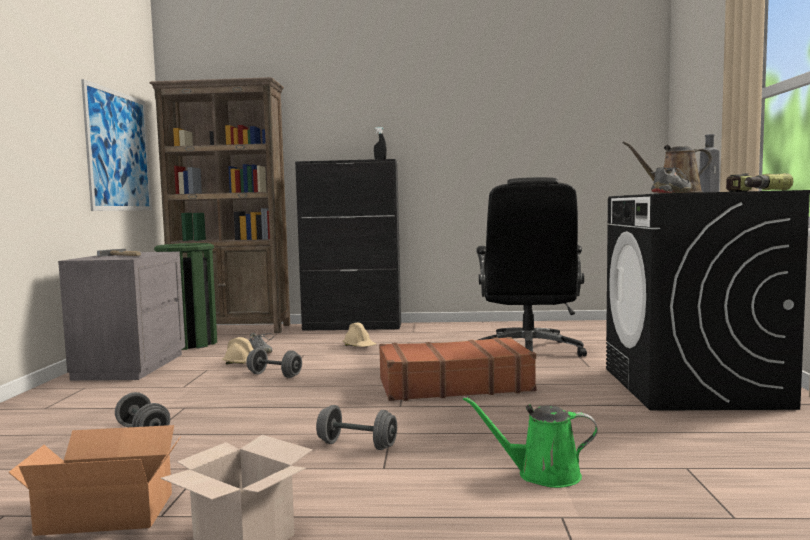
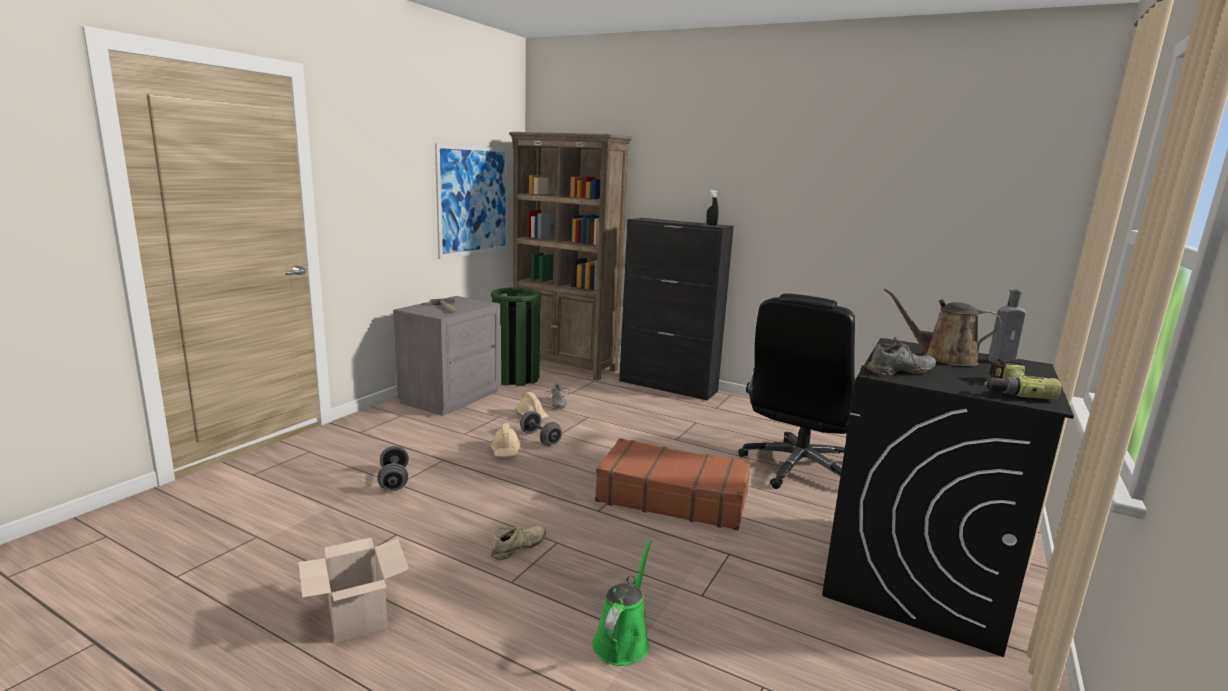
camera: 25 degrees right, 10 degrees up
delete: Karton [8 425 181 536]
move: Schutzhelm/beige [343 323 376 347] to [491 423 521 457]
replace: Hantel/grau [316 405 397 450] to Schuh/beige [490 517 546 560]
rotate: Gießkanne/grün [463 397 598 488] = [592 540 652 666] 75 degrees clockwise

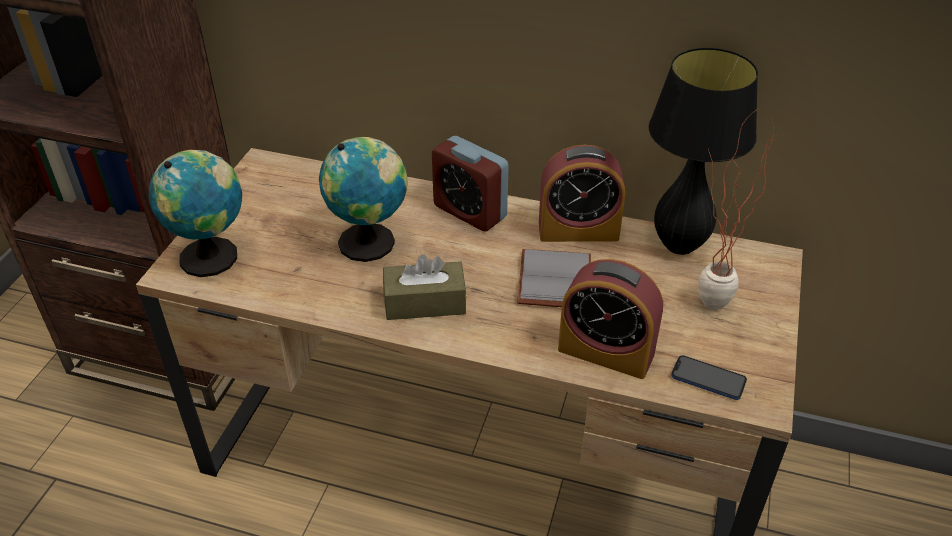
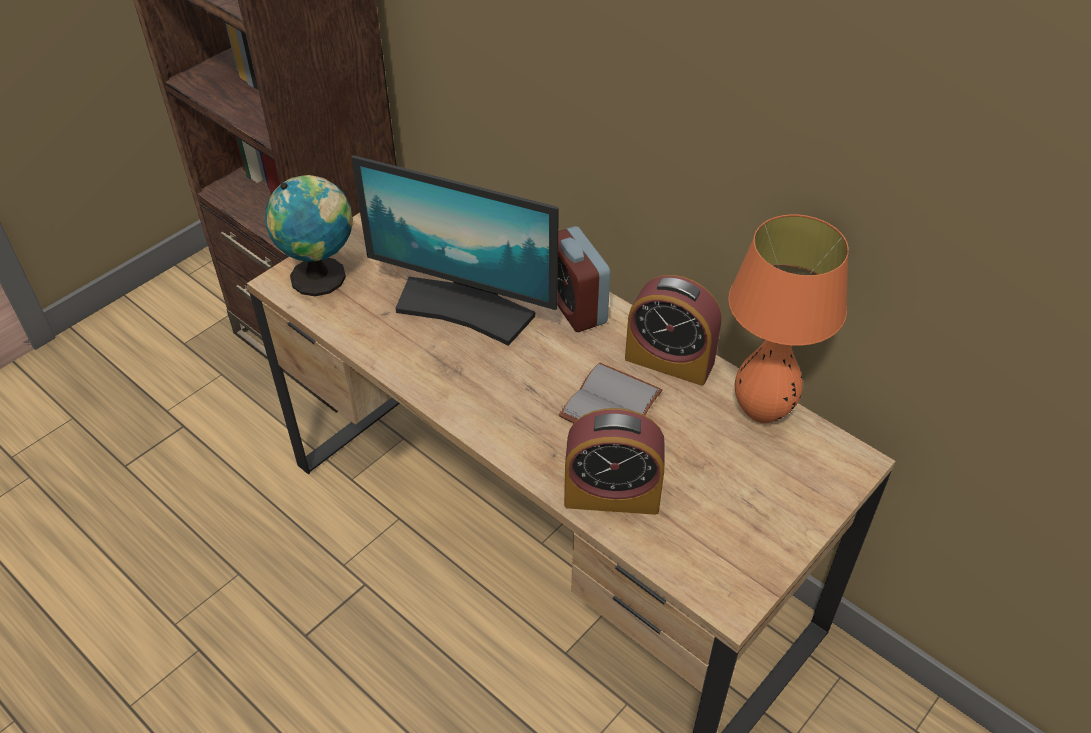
camera: 25 degrees right, 5 degrees up
delete: Taschentuchbox/braun [383 254 466 320]; Handy [671 355 747 400]; Topfpflanze [698 109 778 310]
replace: Globus [319 137 408 262] to Monitor [351 155 559 346]
recolor: Tischlampe/schwarz [649 48 758 255] to Tischlampe/orange [728 214 849 423]
rotate: Wecker [558 259 663 379] = [564 408 665 515] 45 degrees counterclockwise

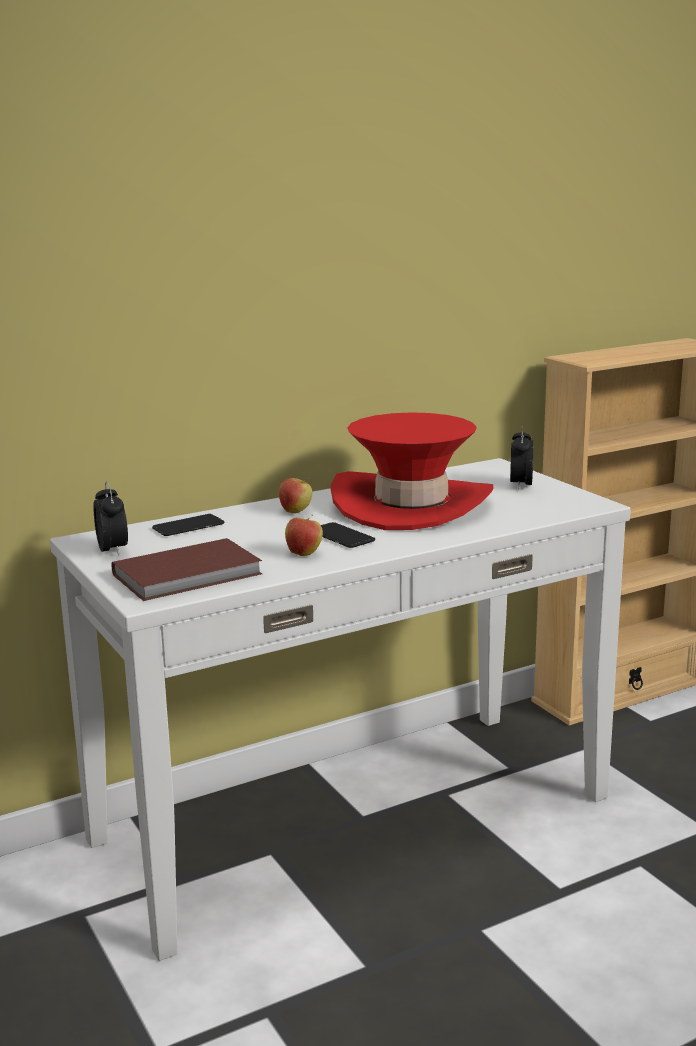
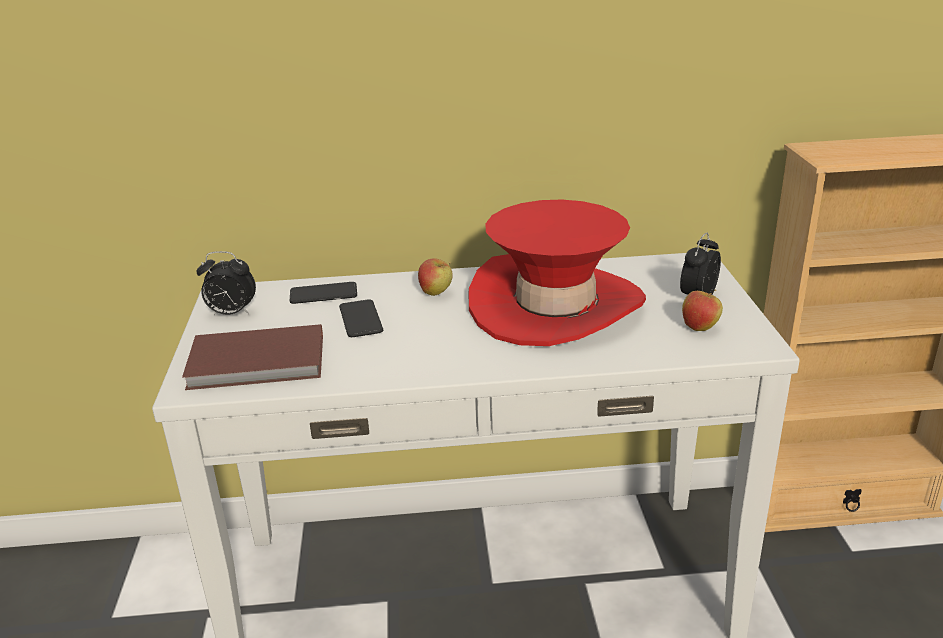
camera: 25 degrees right, 10 degrees up
move: Handy [321 522 375 548] to [339 299 383 337]; Apfel [285 514 323 556] to [682 289 723 331]
rotate: Wecker [93 482 128 556] = [197 251 256 315] 90 degrees clockwise

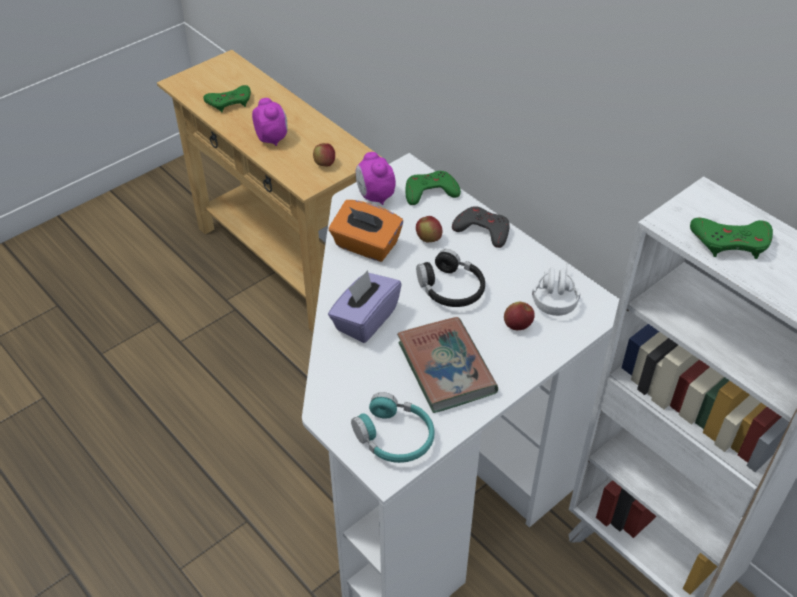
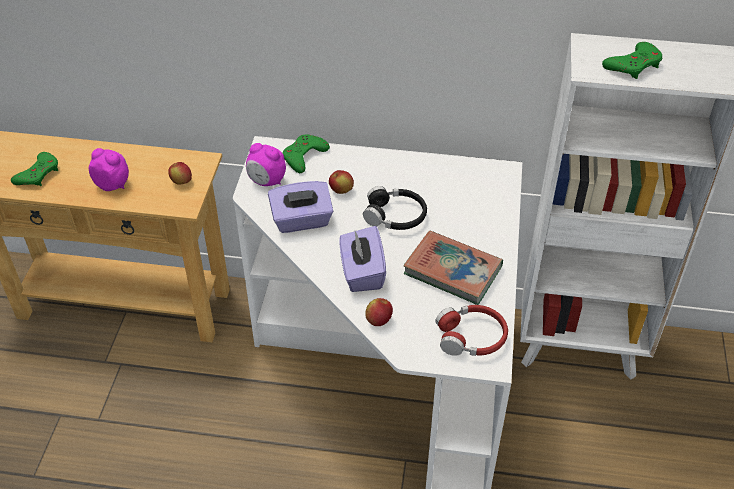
camera: 40 degrees left, 0 degrees up
delete: Gamepad/grau [452 206 510 248]; Kopfhörer/weiß [532 262 580 316]
move: Apfel [504 302 535 330] to [365 298 393 326]
recolor: Taschentuchbox/orange [329 200 403 262] to Taschentuchbox/lila [268 181 333 233]; Kopfhörer/türkis [351 392 435 463] to Kopfhörer/rot [435 305 508 356]

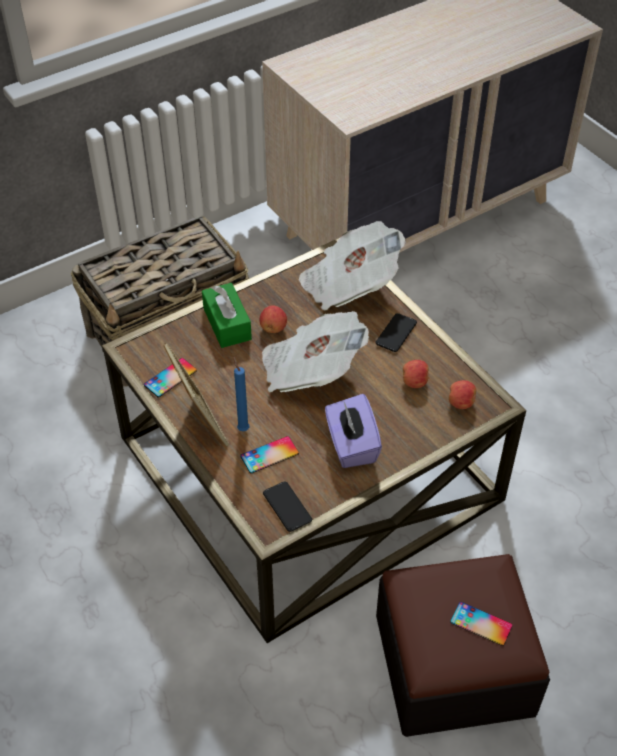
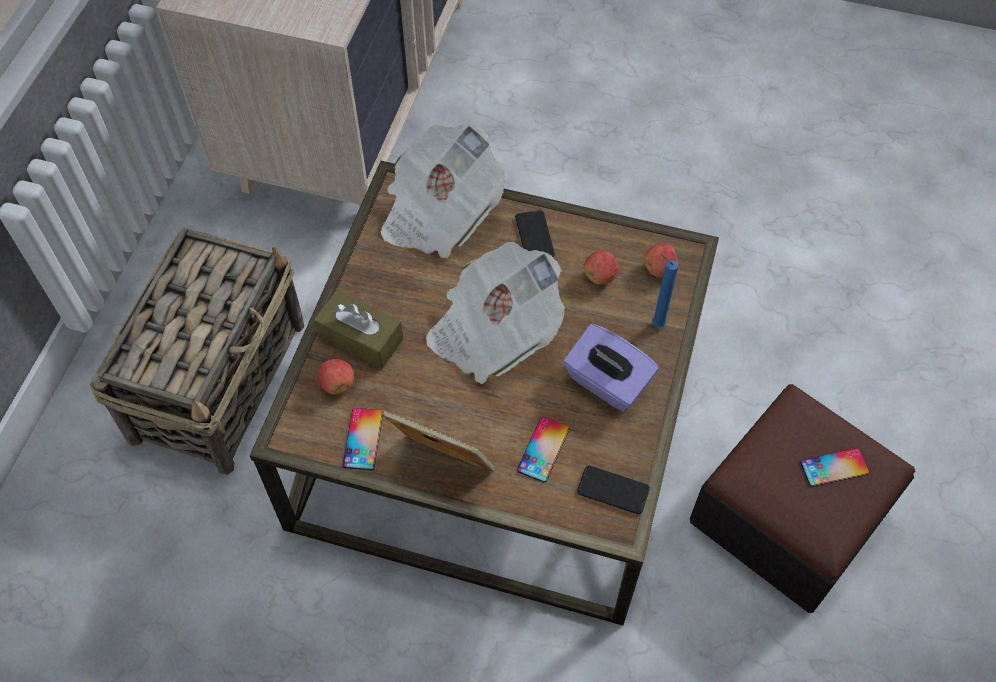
camera: 40 degrees left, 10 degrees up
move: Apfel [260 305 287 333] to [317 359 354 395]; Kerze/blau [233 357 249 431] to [652 254 678 328]
recolor: Taschentuchbox/grün [202 283 252 348] to Taschentuchbox/braun [314 290 403 369]

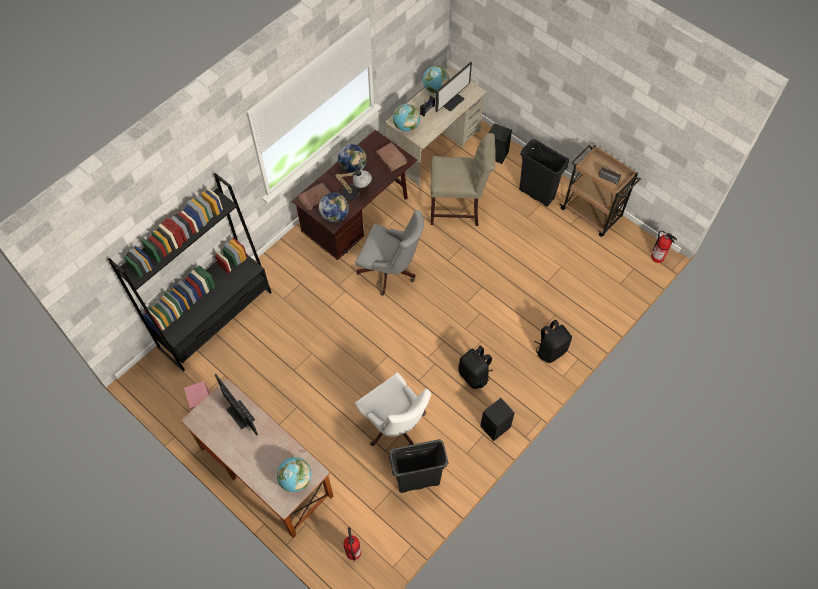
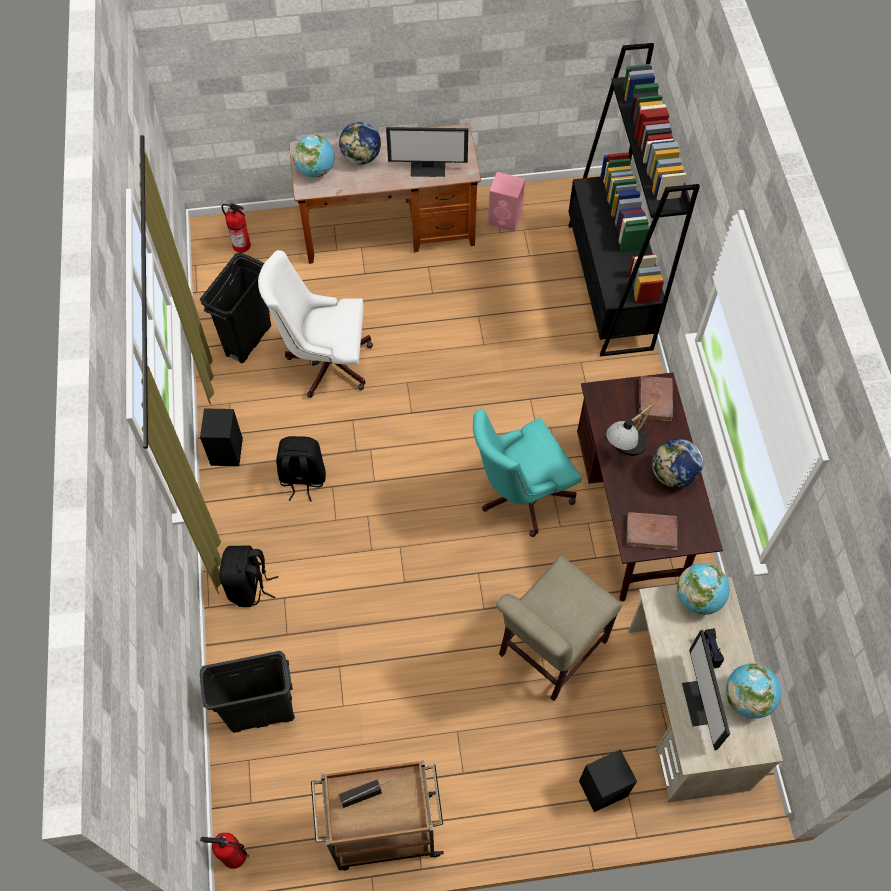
camera: 130 degrees right, 0 degrees up
move: Mülleimer/schwarz [519 139 569 207] to [200 651 295 733]; Globus [319 193 349 222] to [339 121 381 165]
recolor: Bürostuhl/grau [356 210 424 296] to Bürostuhl/türkis [473 409 582 537]

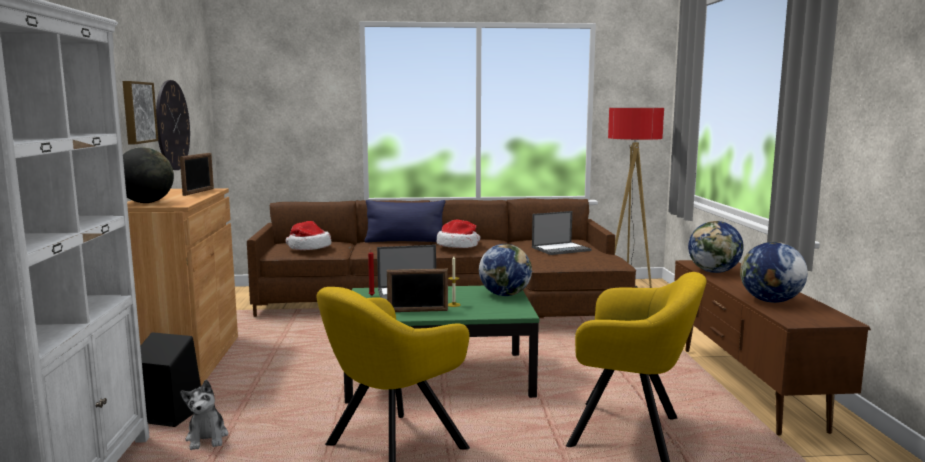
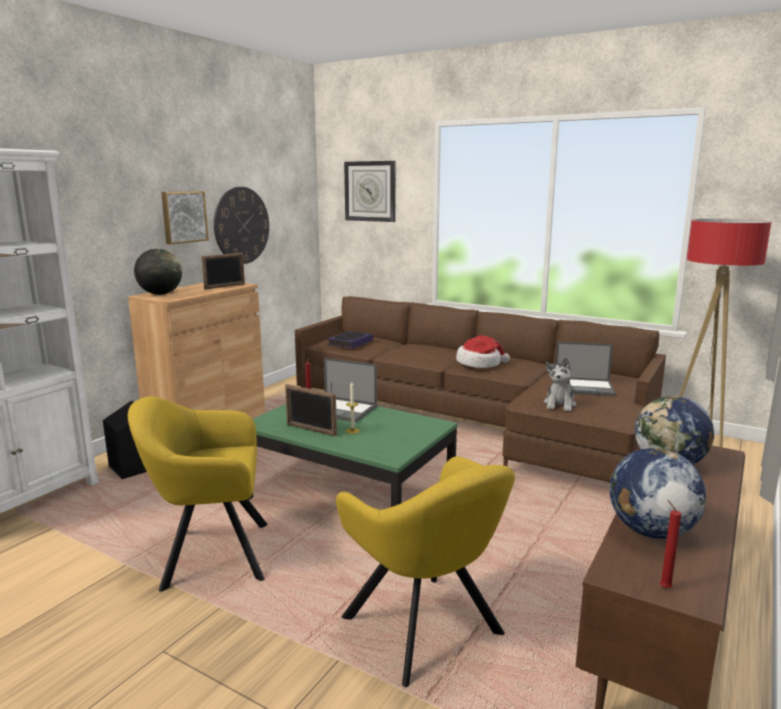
camera: 35 degrees right, 5 degrees up
delete: Kissen/blau [365 200 446 243]; Globus [479 244 532 296]
insert: Wanduhr [344 161 395 222]; Kerze/rot [660 500 681 589]
move: Plüschtier [180 380 229 450] to [544 357 576 411]
replace: Hut [285 221 331 250] to Buch [328 331 373 349]

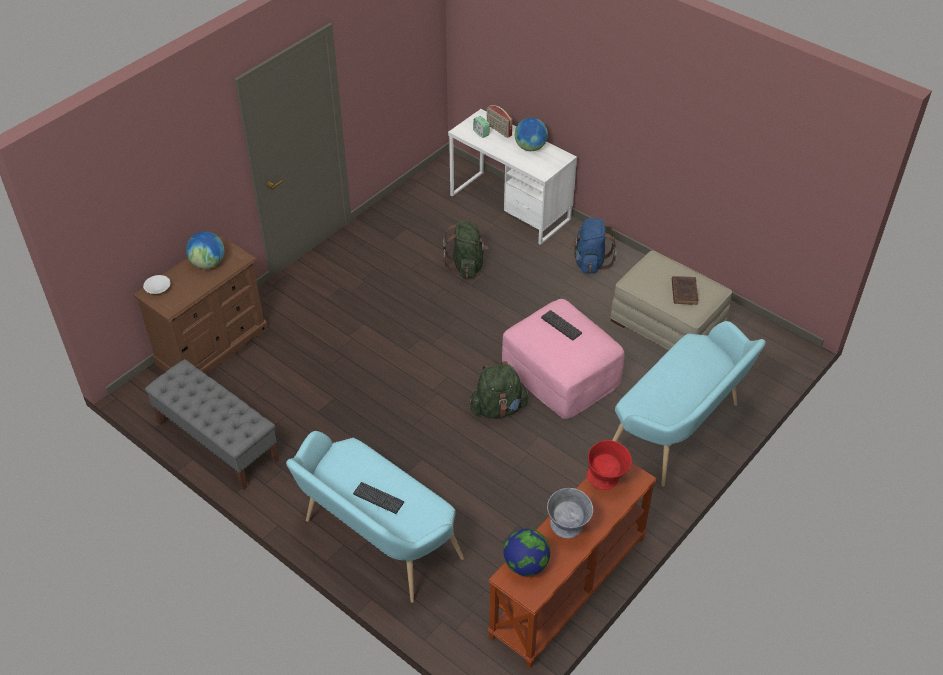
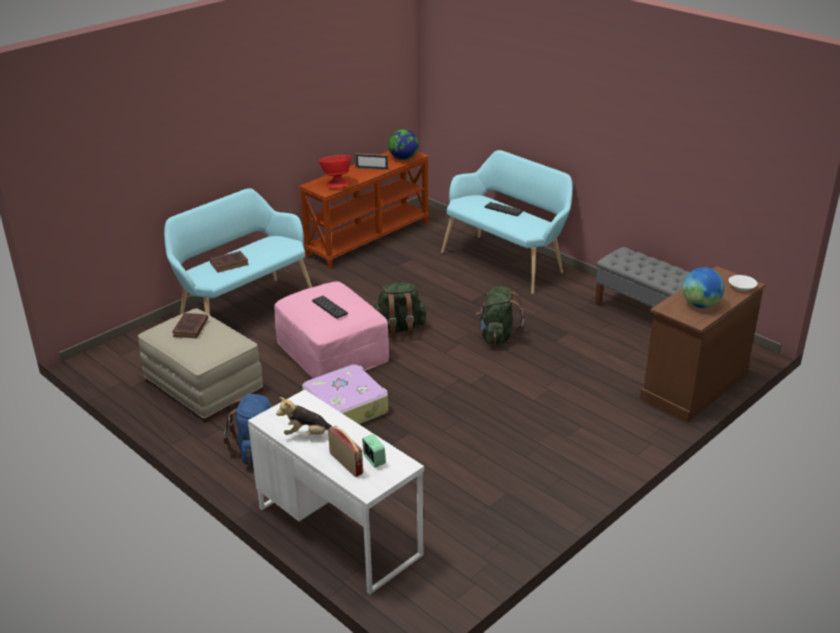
camera: 175 degrees left, 15 degrees down
insert: Buch/braun [209 251 249 272]; Koffer [302 365 388 424]
move: Rucksack/grün [442 221 488 278] to [476 286 524 345]
replace: Globus [515 118 548 151] to Plüschtier [276 397 332 435]; Schüssel/grau [547 488 593 538] to Bilderrahmen [355 153 388 170]

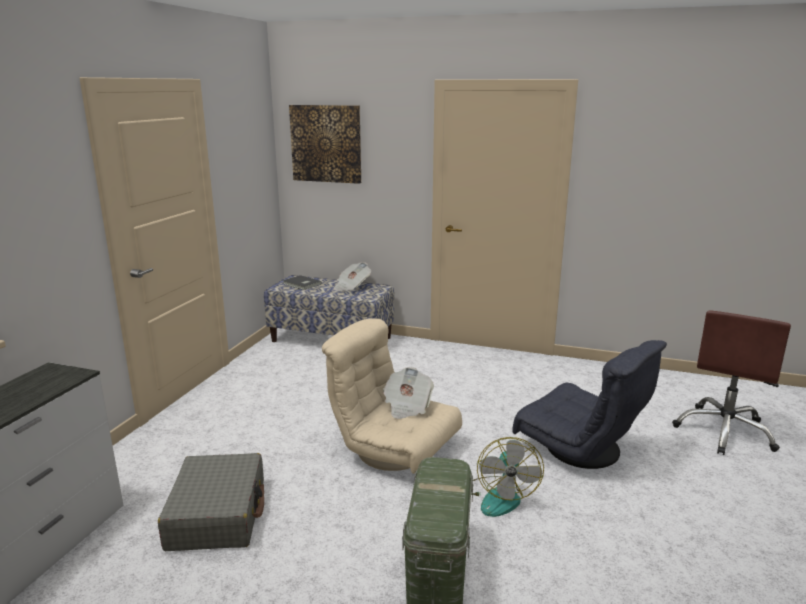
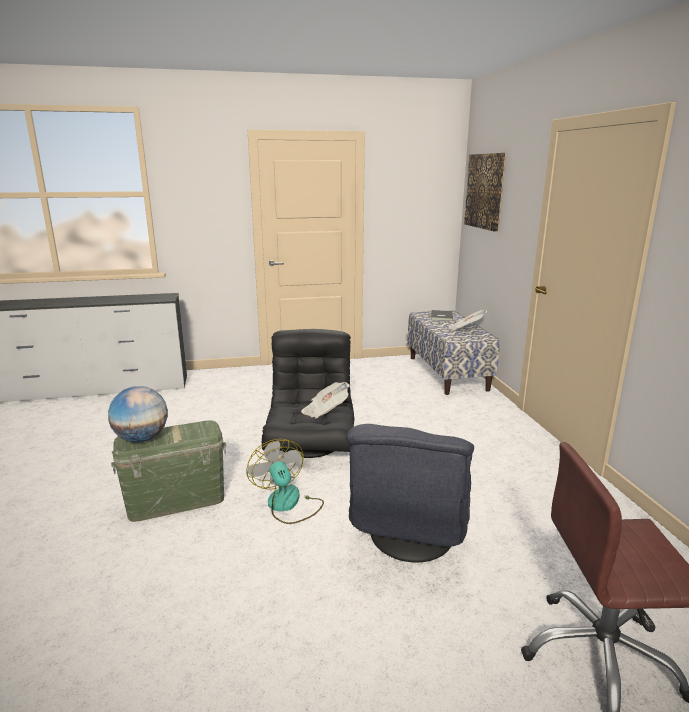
camera: 60 degrees right, 0 degrees up
delete: Koffer/grau [158 453 264 551]
insert: Globus [108 386 168 442]
recolor: Sessel/beige [322 318 462 474] to Sessel/schwarz [262 329 354 458]
rotate: Ventilator [471 437 544 517] = [246 439 324 524] 90 degrees clockwise

